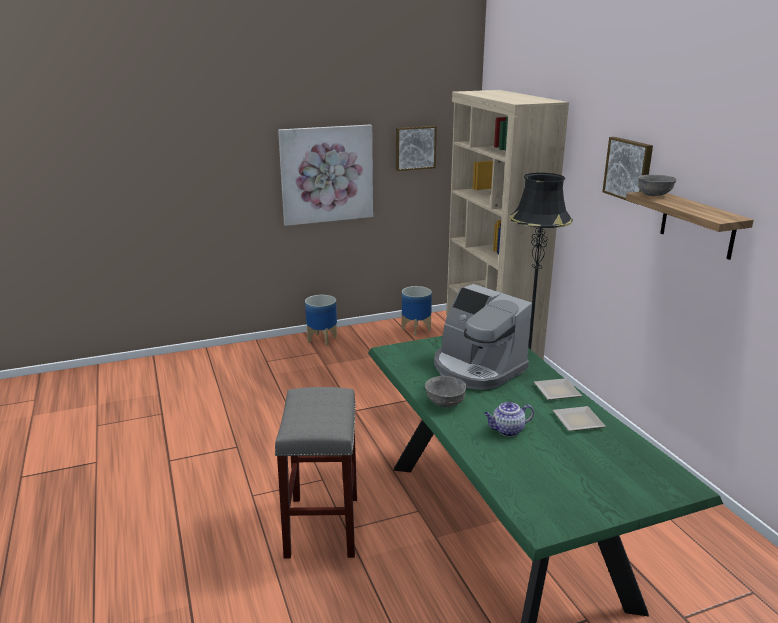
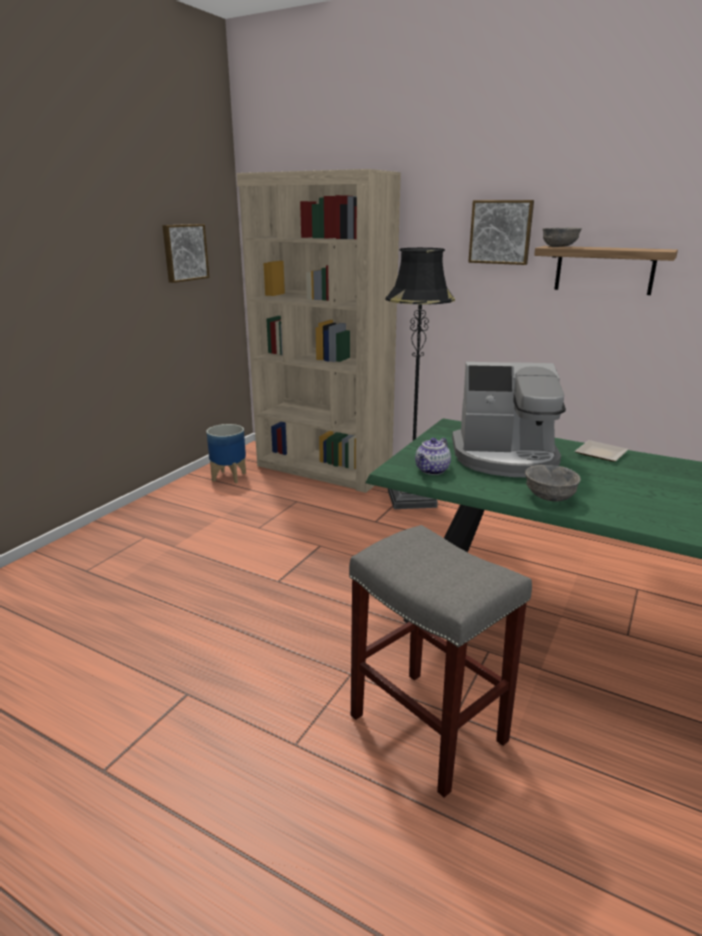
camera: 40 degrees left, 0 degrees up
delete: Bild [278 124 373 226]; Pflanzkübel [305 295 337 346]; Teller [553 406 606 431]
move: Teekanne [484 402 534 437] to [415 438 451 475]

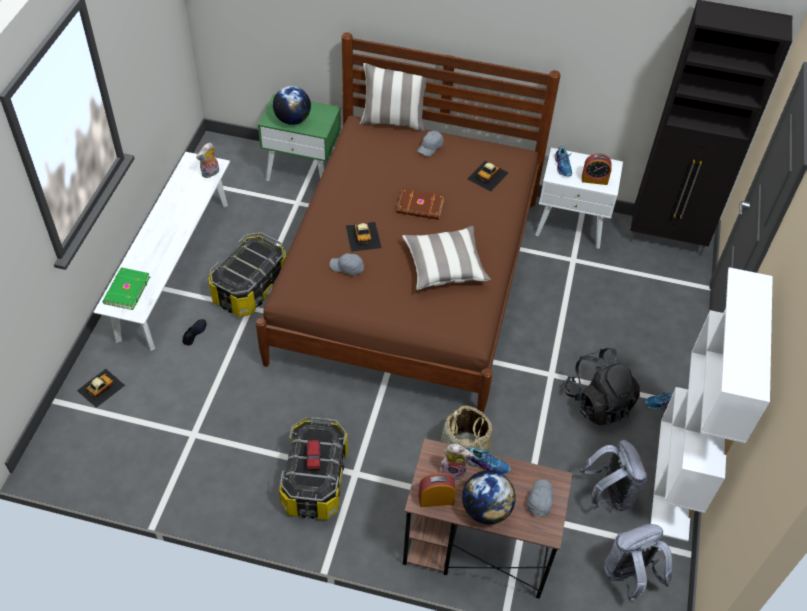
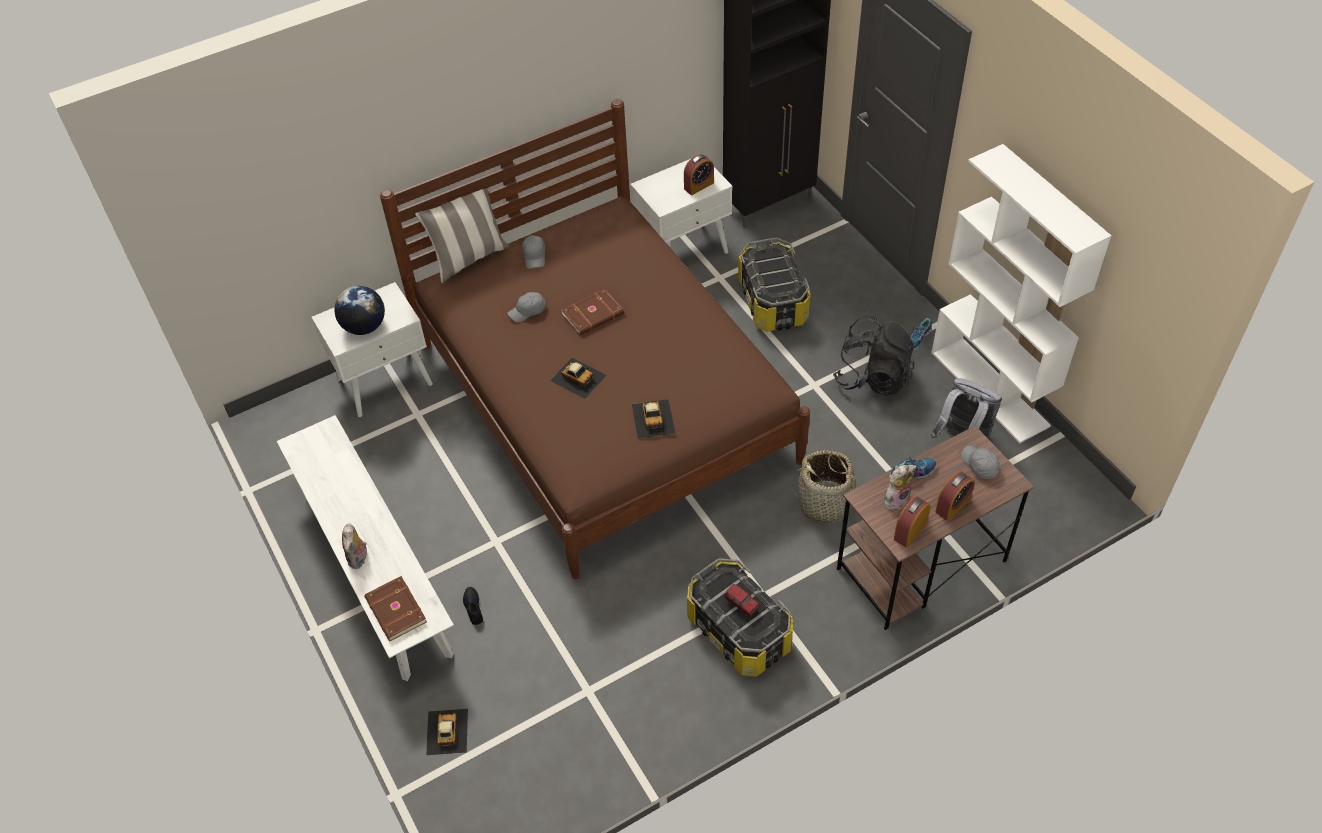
camera: 40 degrees left, 0 degrees up
delete: Kissen [402 226 491 290]; Schuh [555 146 572 176]; Rucksack/grau [604 524 672 602]
move: Plüschtier [196 143 219 178] to [342 523 367 569]; Kappe/grau [330 253 364 275] to [507 292 546 322]; Spielzeugauto [467 161 509 191] to [632 399 675 439]; Aufbewahrungsbox [208 232 286 317] to [738 238 811 332]
replace: Globus [462 470 516 525] to Wecker [935 471 975 521]
recolor: Nachttisch/grün [258 94 341 181] to Nachttisch/weiß [311 282 433 417]; Buch/grün [103 267 150 310] to Buch/braun [364 576 427 641]

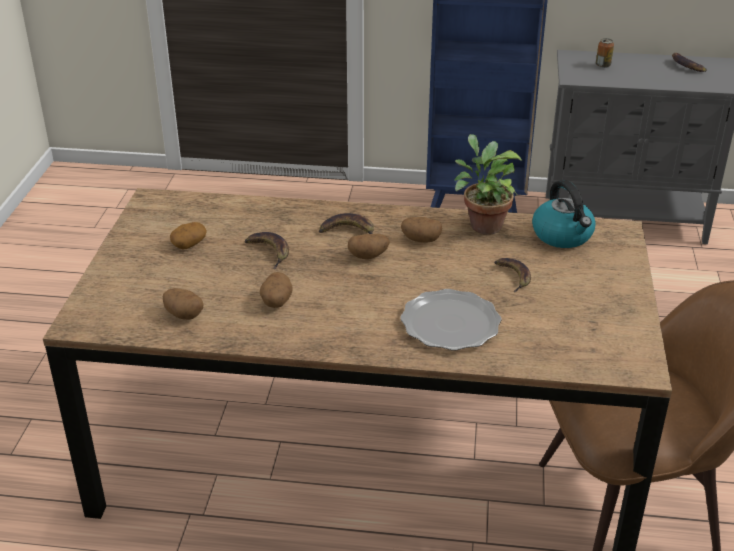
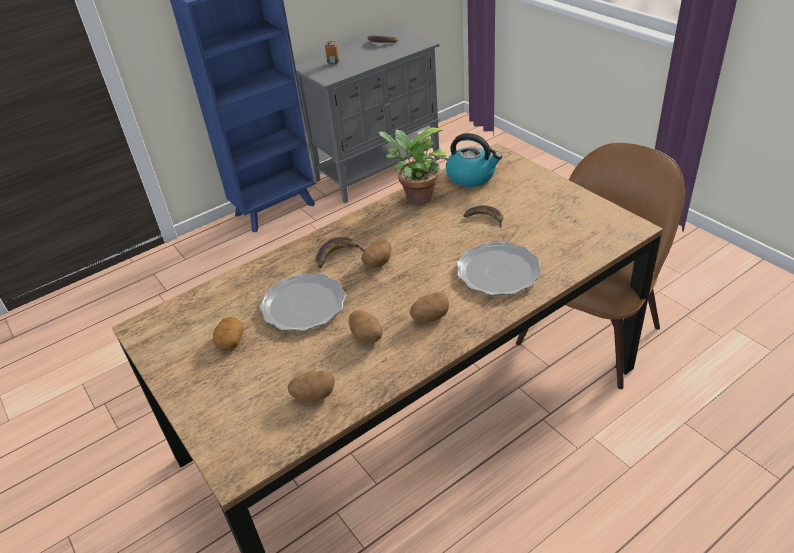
camera: 40 degrees left, 5 degrees up
move: Kartoffel [401 217 442 243] to [410 292 449 323]
replace: Banane [245 232 289 269] to Teller [259 273 346 331]

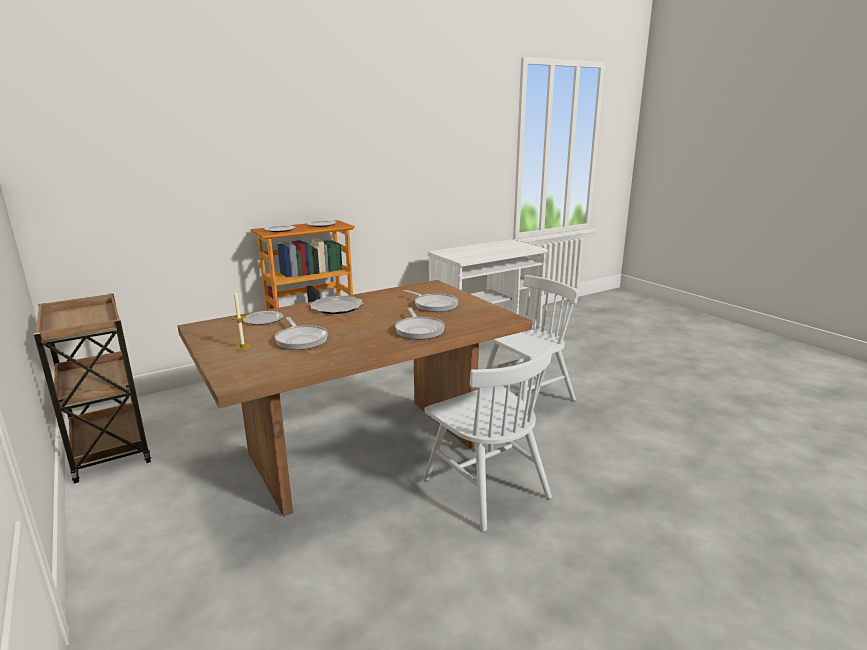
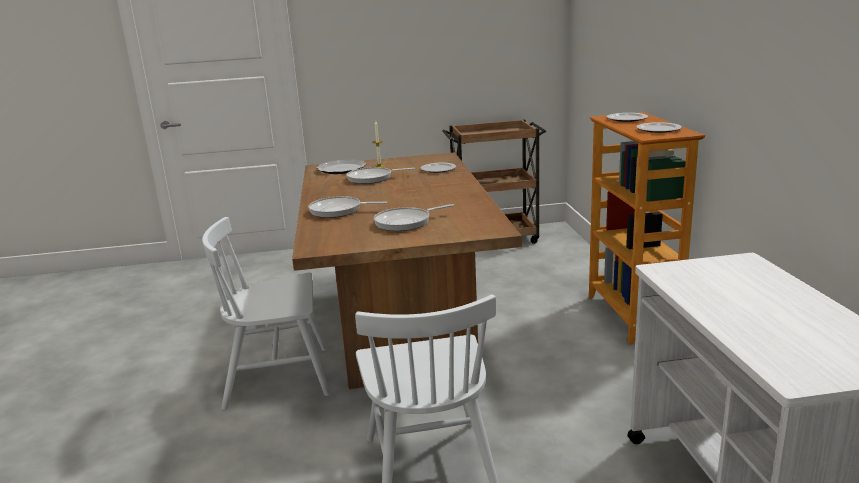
camera: 115 degrees right, 0 degrees up
move: Teller [310 296 363 314] to [316 160 367 174]

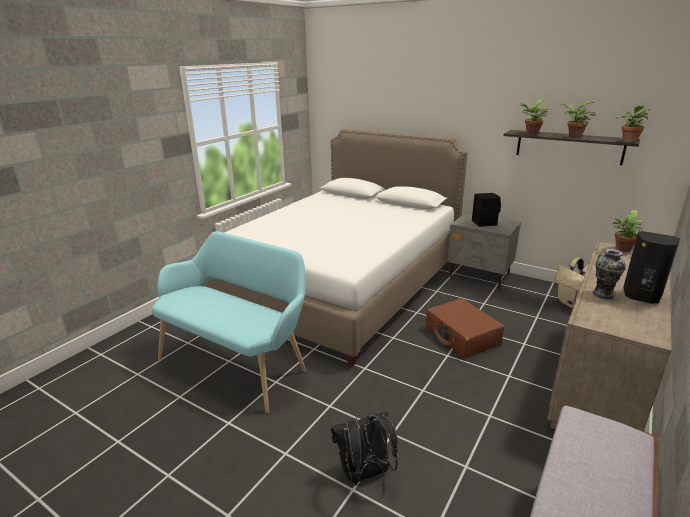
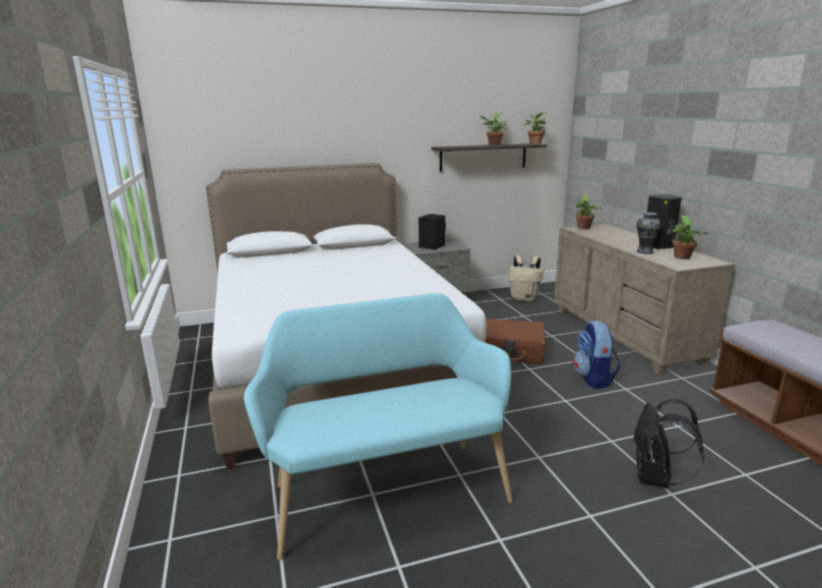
camera: 50 degrees left, 5 degrees down
insert: Rucksack [573 320 620 389]
move: Topfpflanze [520 99 547 135] to [672 215 708 259]

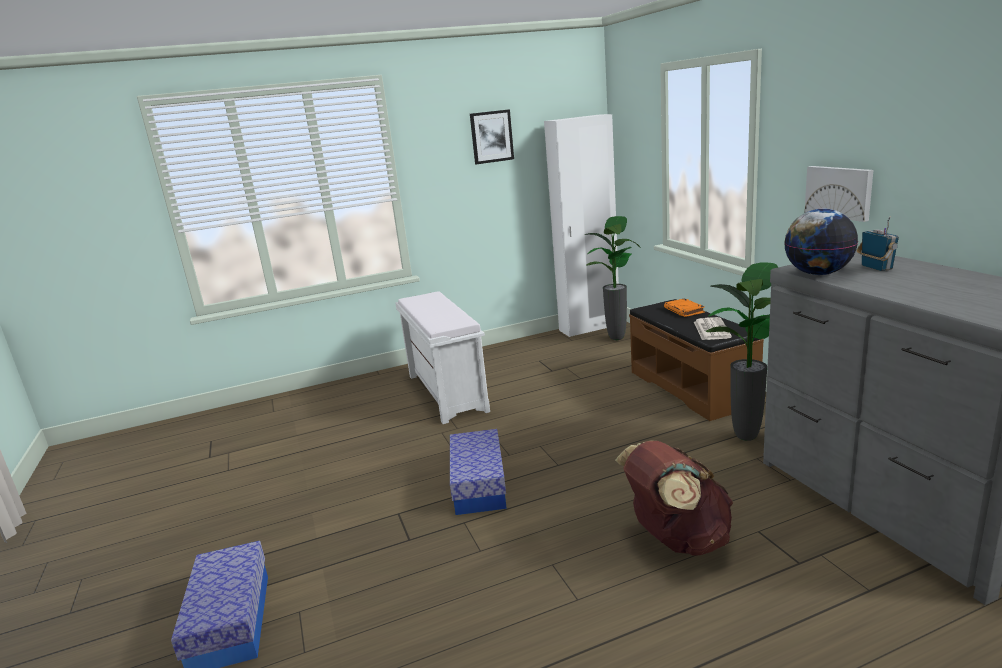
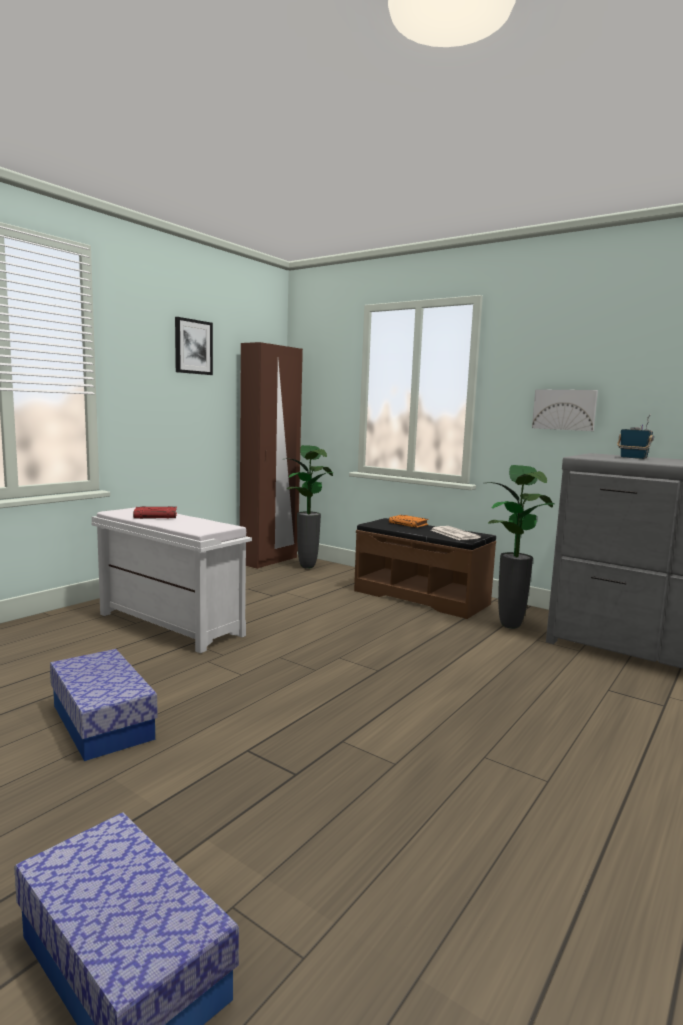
camera: 35 degrees left, 10 degrees down
delete: Rucksack/braun [615 441 733 556]; Globus [784 208 858 275]
insert: Buch/rot [133 506 177 519]
move: Aufbewahrungsbox [450 429 507 515] to [50 649 158 761]
recolor: Kleiderschrank/weiß [544 114 619 337] to Kleiderschrank/braun [240 342 303 569]

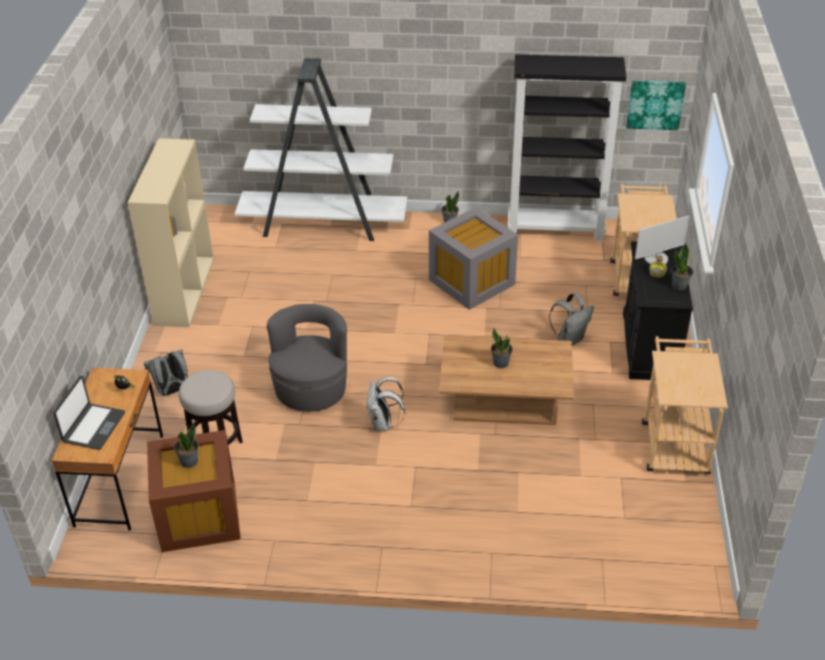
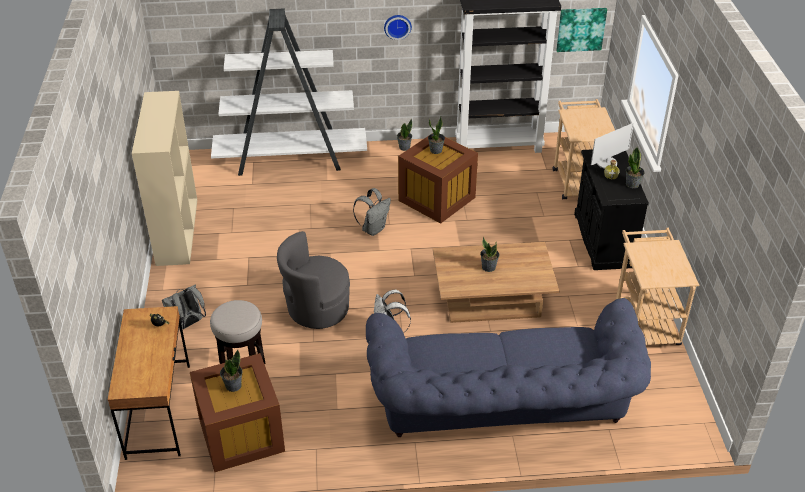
camera: 10 degrees left, 0 degrees up
delete: Laptop [53 376 125 450]
insert: Sofa/blau [366 298 651 437]; Wanduhr [384 15 412 40]; Topfpflanze [428 116 445 154]
move: Rucksack/grau [549 293 594 346] to [353 188 391 236]
recolor: Aufbewahrungsbox/grau [429 207 518 310] to Aufbewahrungsbox/braun [398 133 478 224]
rotate: Sessel/grau [267 304 347 412] = [277 231 350 329] 105 degrees counterclockwise

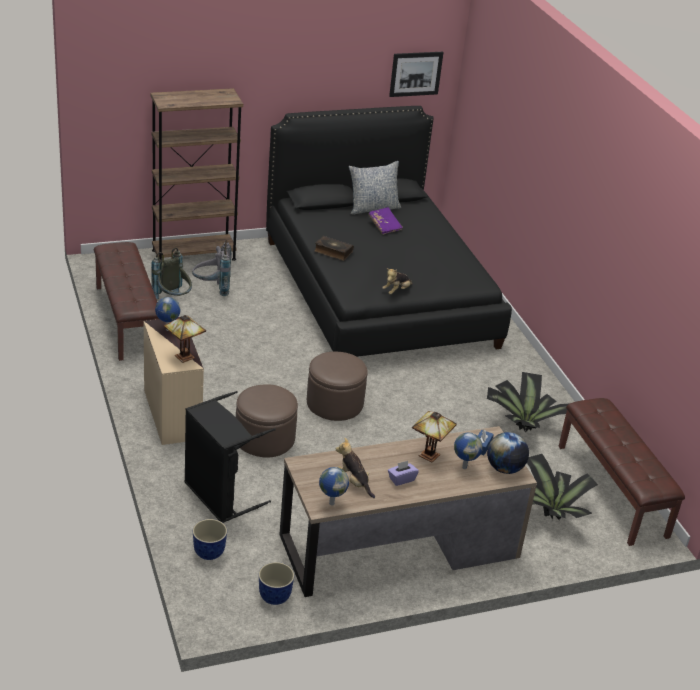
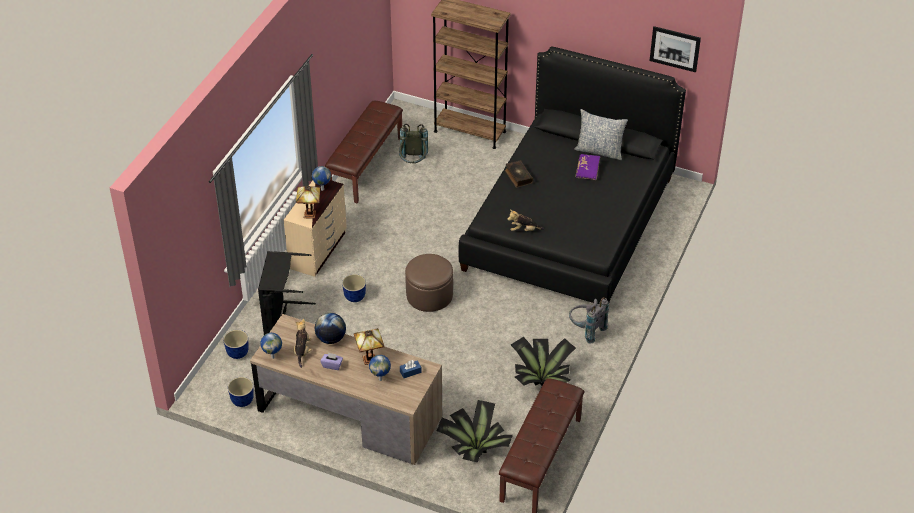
camera: 45 degrees right, 10 degrees up
move: Globus [487 432 529 474] to [315 313 346 344]; Rucksack/grau [192 240 232 296] to [569 297 609 344]
replace: Polsterhocker/braun [236 385 298 458] to Pflanzkübel [342 274 366 302]

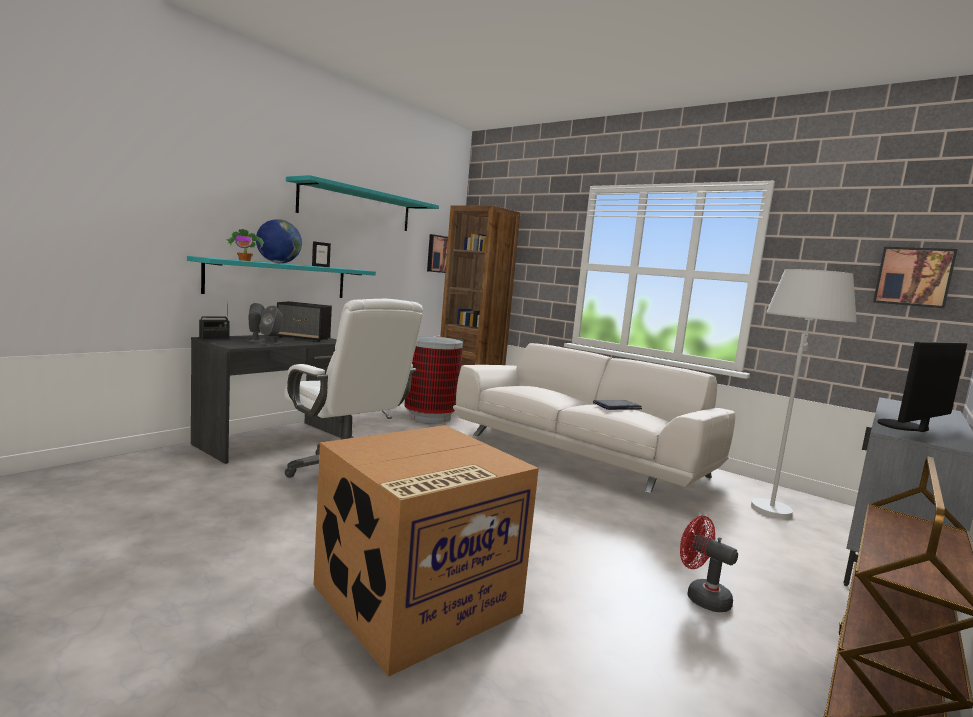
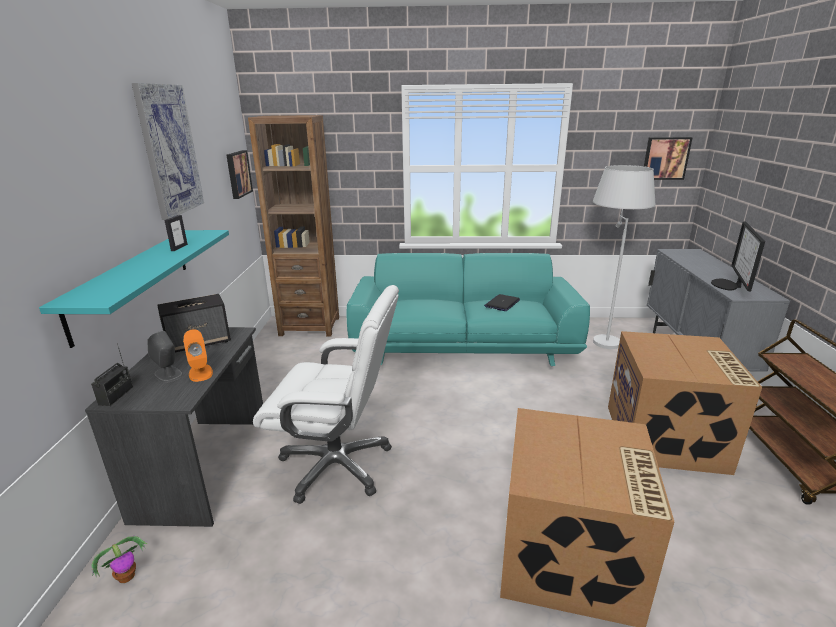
camera: 35 degrees left, 15 degrees up
delete: Globus [256 219 302 263]; Mülleimer [405 336 463 423]
move: Topfpflanze [226 229 264 261] to [91 536 147 583]
replace: Wandregal/türkis [286 175 439 231] to Bild [132 83 204 220]; Ventilator/rot [680 516 738 612] to Karton [608 331 762 475]
recolor: Lautsprecher/grau [259 306 283 346] to Lautsprecher/orange [183 329 213 382]; Sofa/weiß [453 343 736 493] to Sofa/türkis [347 253 590 366]

